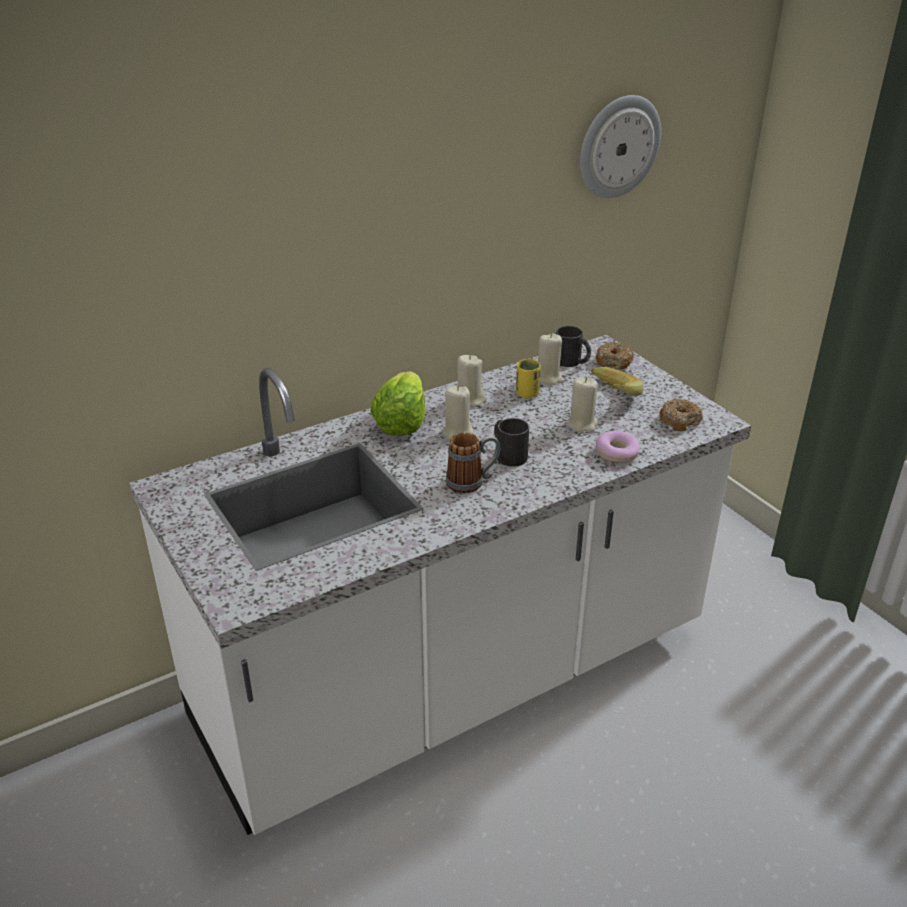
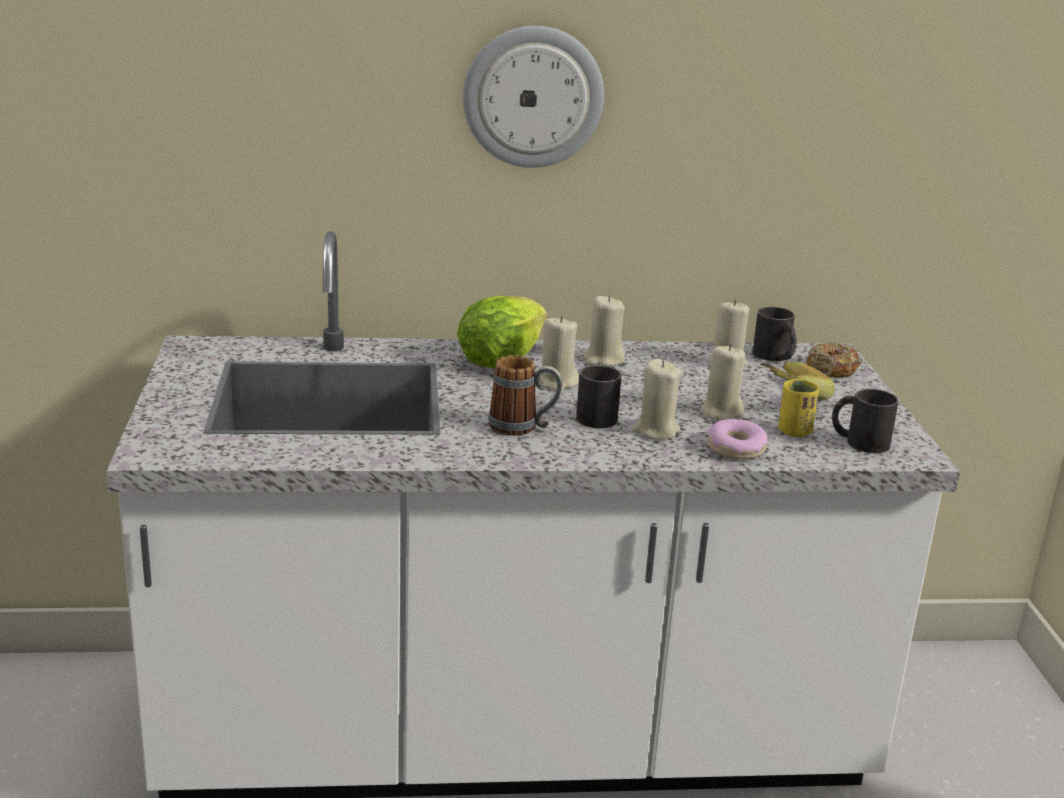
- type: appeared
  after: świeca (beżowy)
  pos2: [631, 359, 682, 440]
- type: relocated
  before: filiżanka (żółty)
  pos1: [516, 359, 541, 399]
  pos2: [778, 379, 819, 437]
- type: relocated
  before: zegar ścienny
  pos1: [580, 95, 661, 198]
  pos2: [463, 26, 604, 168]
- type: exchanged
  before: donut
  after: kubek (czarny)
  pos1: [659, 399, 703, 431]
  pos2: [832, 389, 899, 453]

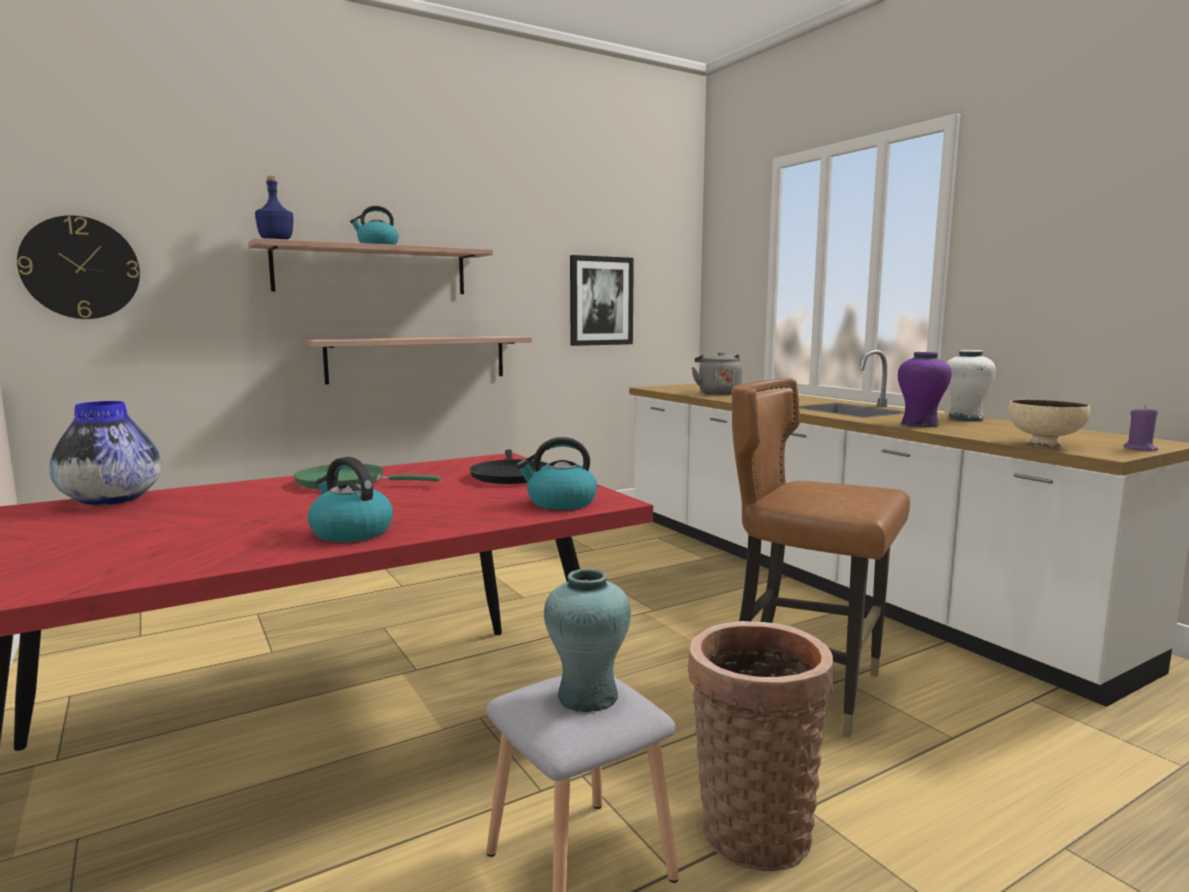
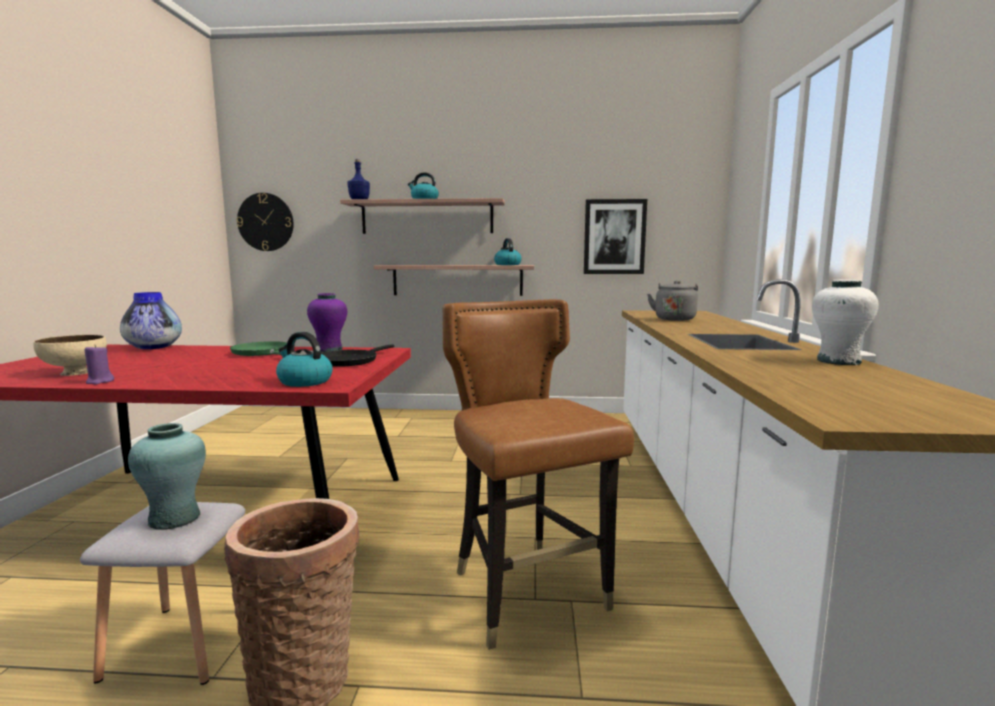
- type: relocated
  before: czajnik
  pos1: [308, 457, 393, 542]
  pos2: [494, 238, 522, 265]
- type: relocated
  before: wazon (fioletowy)
  pos1: [898, 352, 951, 427]
  pos2: [307, 293, 347, 352]
- type: relocated
  before: miska (beżowy)
  pos1: [1008, 399, 1090, 448]
  pos2: [33, 335, 107, 376]
- type: relocated
  before: świeca (fioletowy)
  pos1: [1123, 405, 1158, 451]
  pos2: [85, 345, 114, 385]

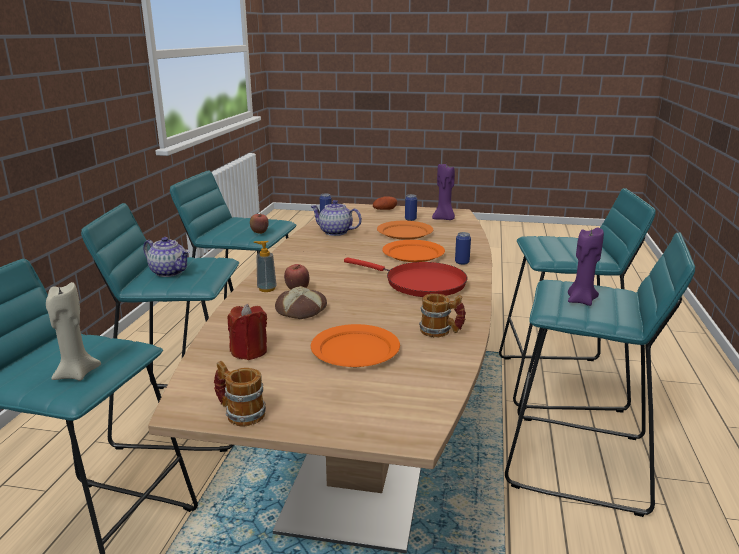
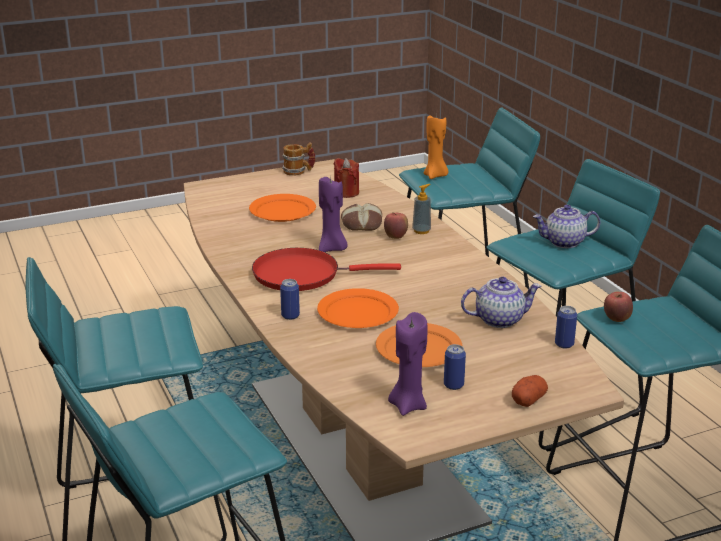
- type: missing
  before: kubek
  pos1: [419, 294, 466, 337]
- type: relocated
  before: świeca (fioletowy)
  pos1: [568, 228, 604, 306]
  pos2: [319, 177, 348, 252]
- type: colour
  before: świeca (beżowy)
  after: świeca (pomarańczowy)
  pos1: [46, 282, 101, 381]
  pos2: [424, 115, 448, 179]

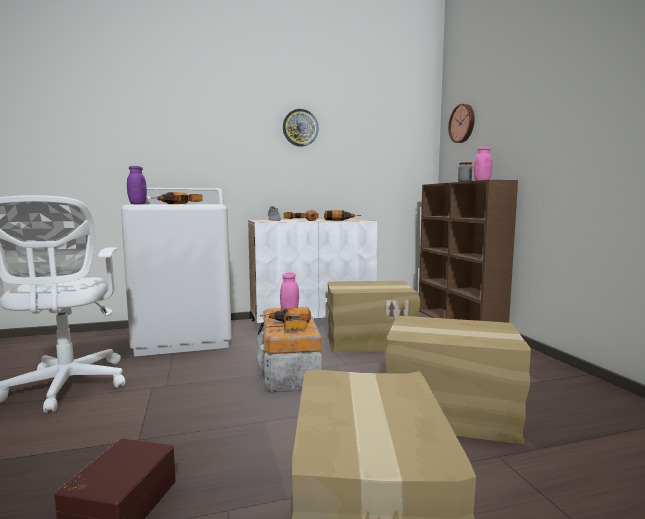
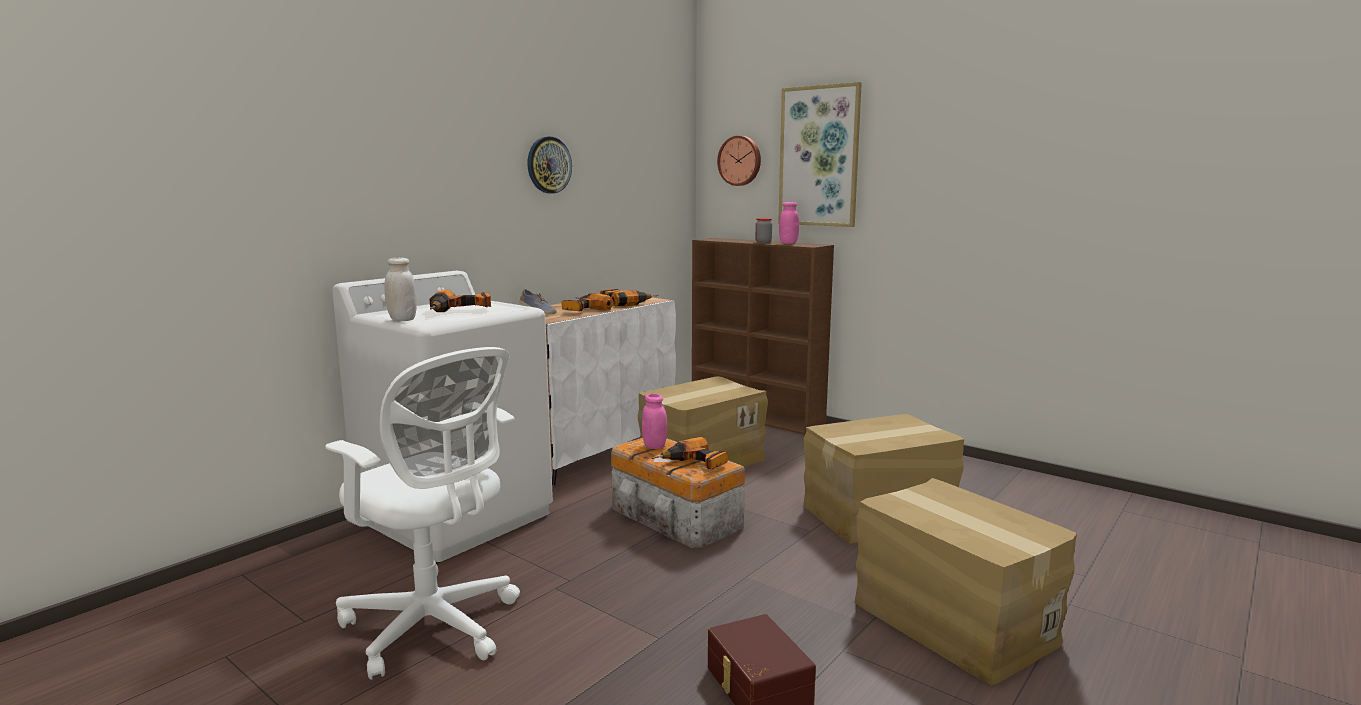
- type: appeared
  after: obraz
  pos2: [778, 82, 862, 227]
- type: colour
  before: słoik (fioletowy)
  after: słoik (biały)
  pos1: [127, 166, 147, 204]
  pos2: [384, 258, 417, 321]

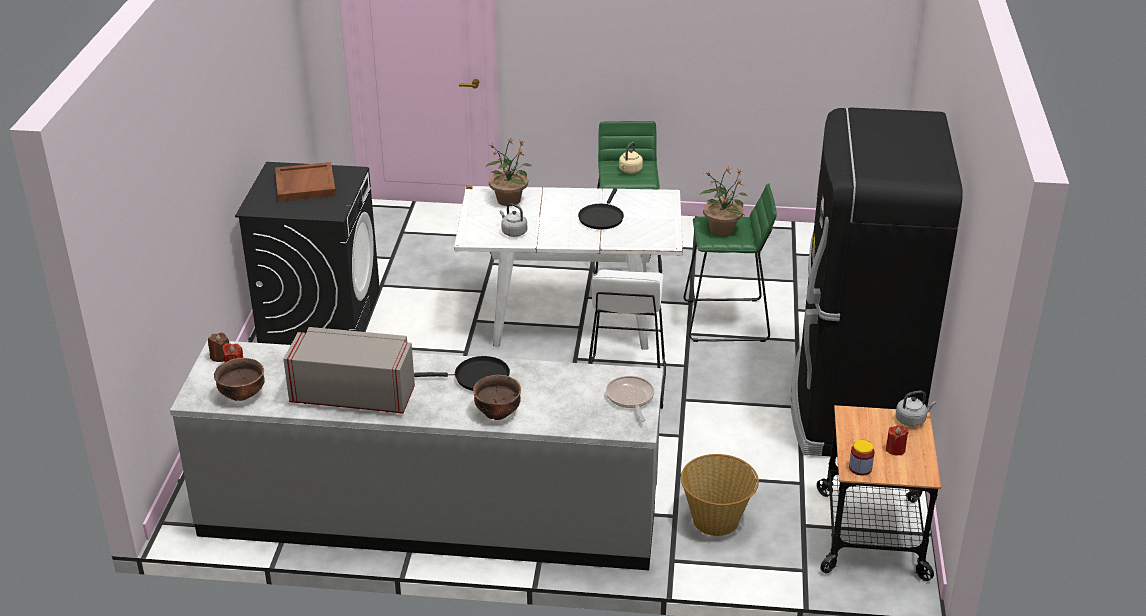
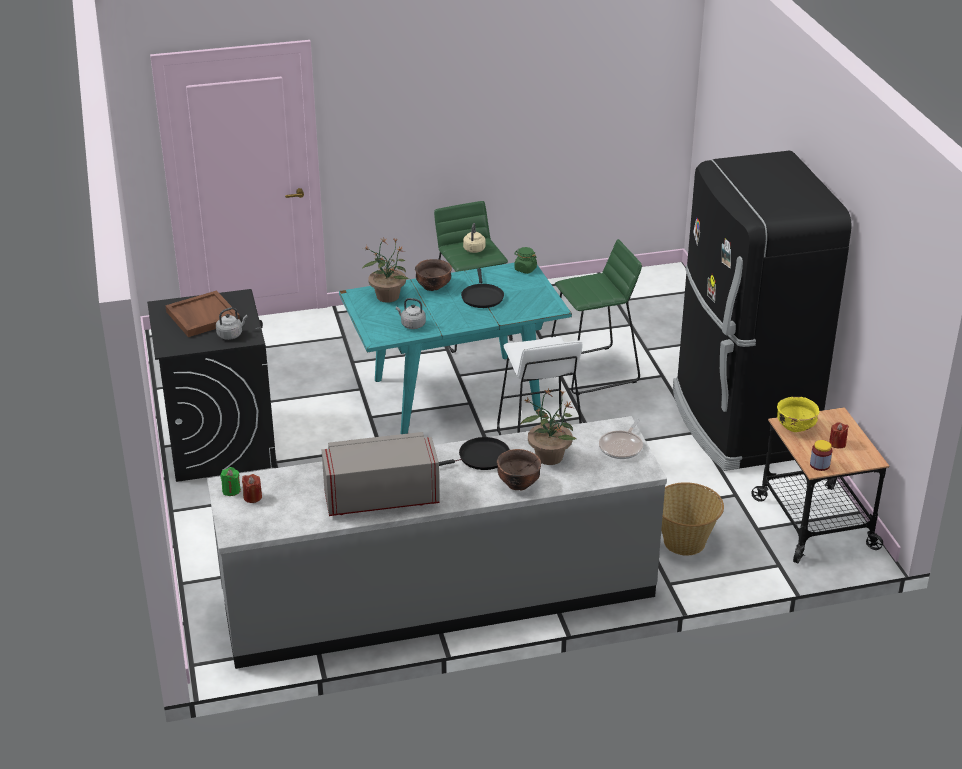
- type: appeared
  after: słoik (zielony)
  pos2: [514, 247, 537, 274]
- type: appeared
  after: miska (żółty)
  pos2: [777, 397, 820, 432]
- type: relocated
  before: miska (brązowy)
  pos1: [214, 358, 265, 401]
  pos2: [415, 259, 452, 291]
- type: relocated
  before: roślina doniczkowa
  pos1: [700, 166, 748, 236]
  pos2: [520, 388, 576, 465]
- type: relocated
  before: czajnik (szary)
  pos1: [896, 391, 936, 427]
  pos2: [216, 307, 248, 340]
- type: colour
  before: świeca (brązowy)
  after: świeca (zielony)
  pos1: [208, 332, 229, 362]
  pos2: [220, 467, 241, 496]
- type: colour
  before: stół jadalny (biały)
  after: stół jadalny (turkusowy)
  pos1: [454, 186, 683, 350]
  pos2: [339, 262, 572, 434]
- type: spun
  before: patelnia
  pos1: [606, 376, 654, 422]
  pos2: [599, 419, 643, 459]
  turn: -120

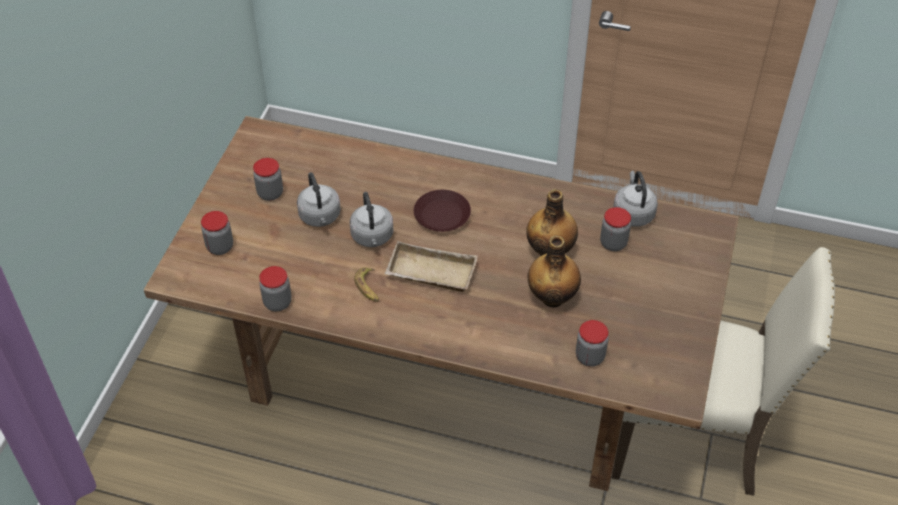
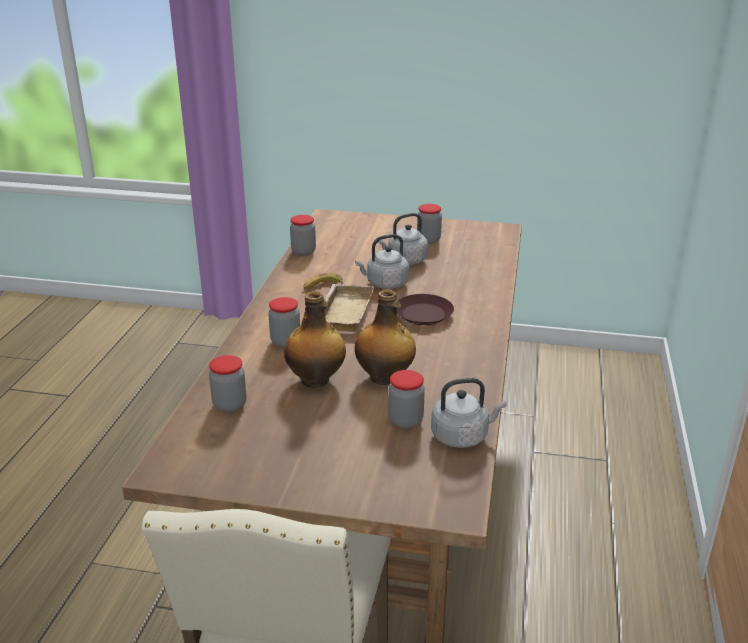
- type: relocated
  before: słoik
  pos1: [201, 211, 233, 255]
  pos2: [268, 297, 300, 348]

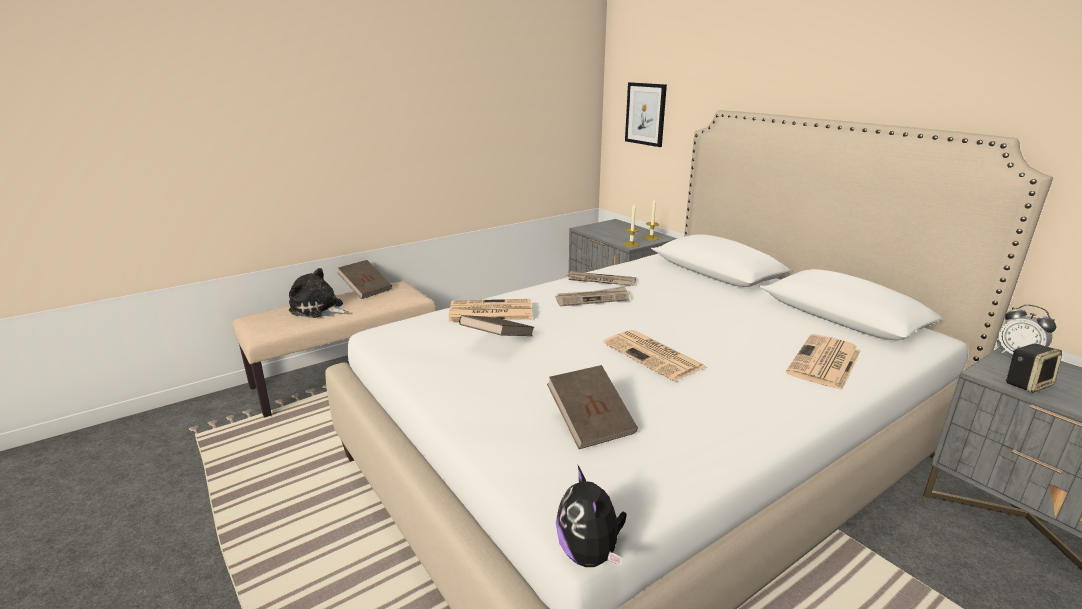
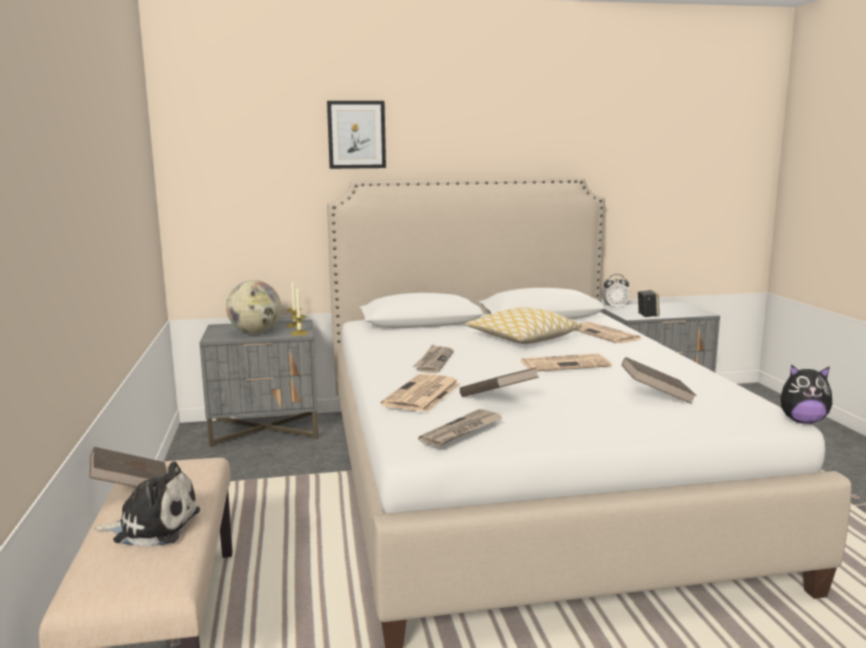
- type: appeared
  after: globus
  pos2: [226, 280, 281, 334]
- type: appeared
  after: poduszka
  pos2: [466, 307, 582, 344]
- type: relocated
  before: gazeta
  pos1: [567, 271, 636, 286]
  pos2: [418, 409, 503, 447]
- type: relocated
  before: obraz
  pos1: [625, 82, 667, 147]
  pos2: [327, 101, 386, 169]
- type: spun
  before: pluszak
  pos1: [289, 268, 349, 318]
  pos2: [93, 461, 200, 548]
  turn: -135

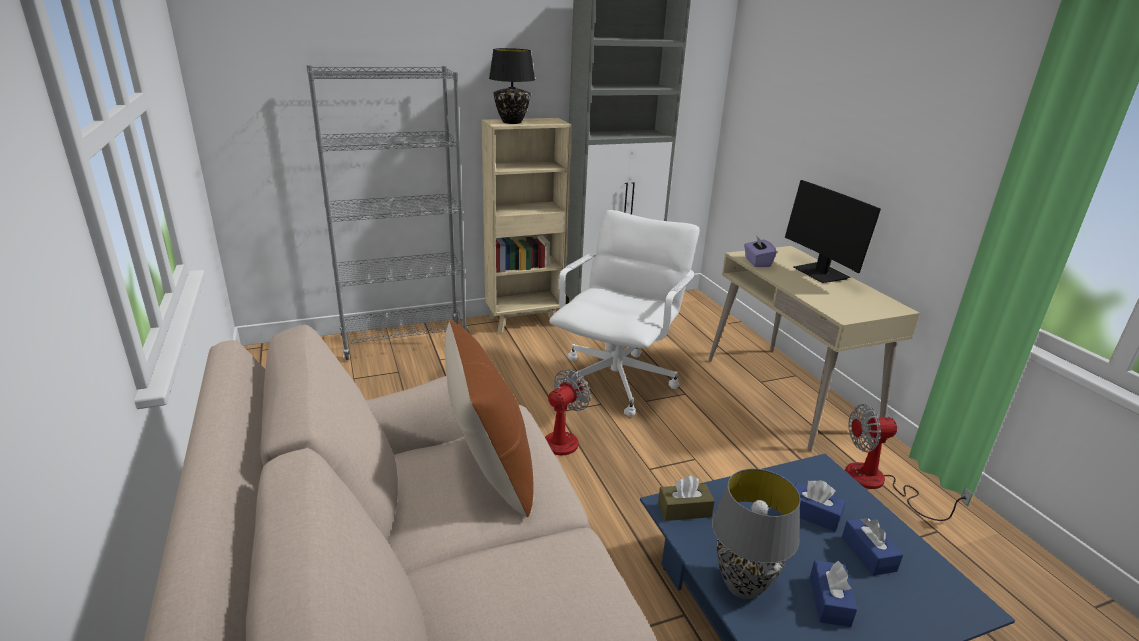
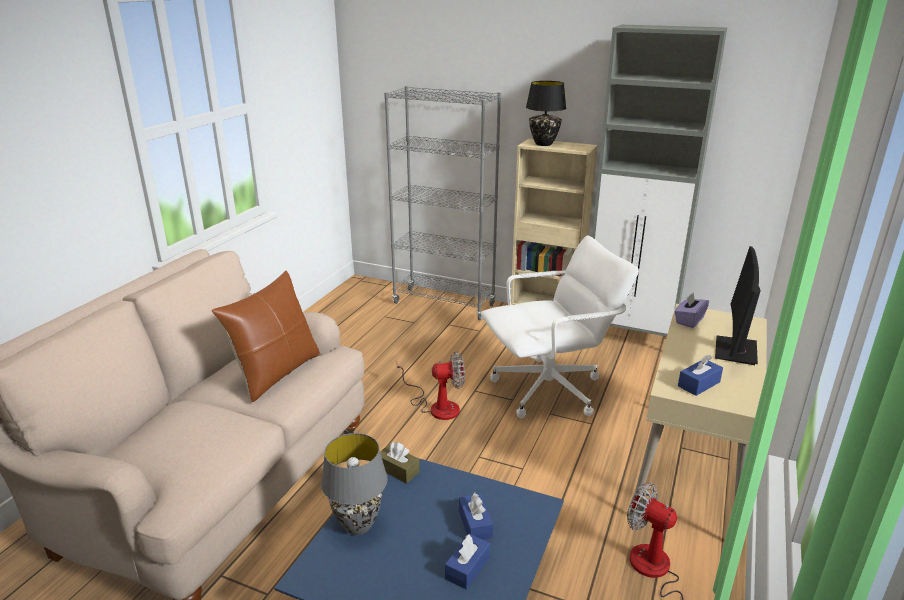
- type: relocated
  before: pudełko chusteczek (niebieski)
  pos1: [810, 560, 857, 627]
  pos2: [678, 355, 723, 396]

